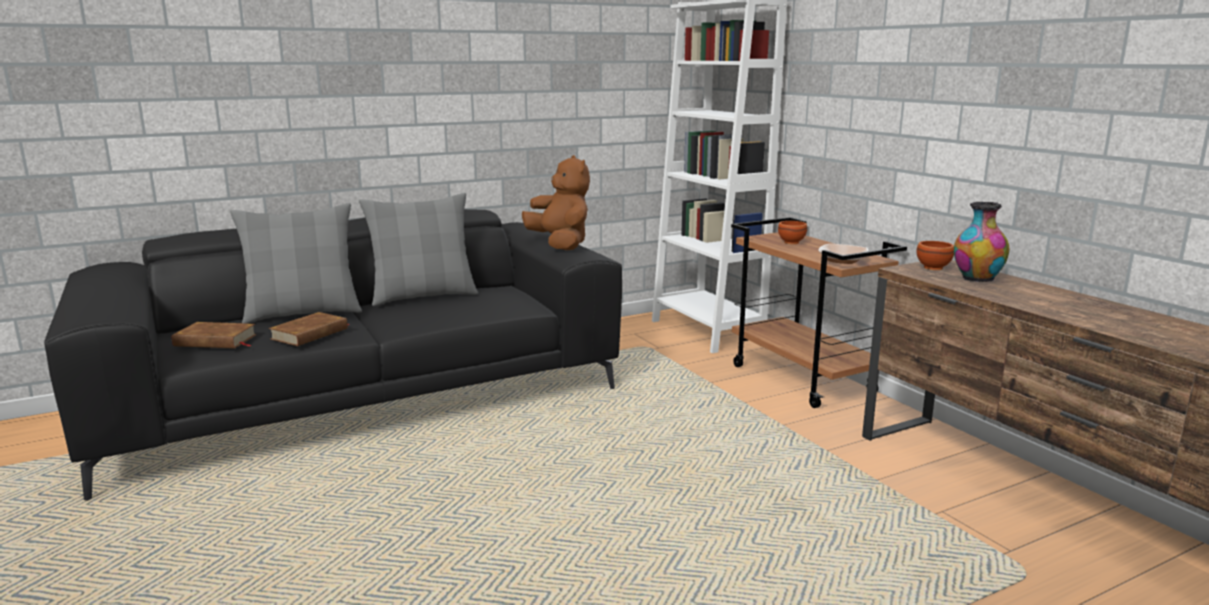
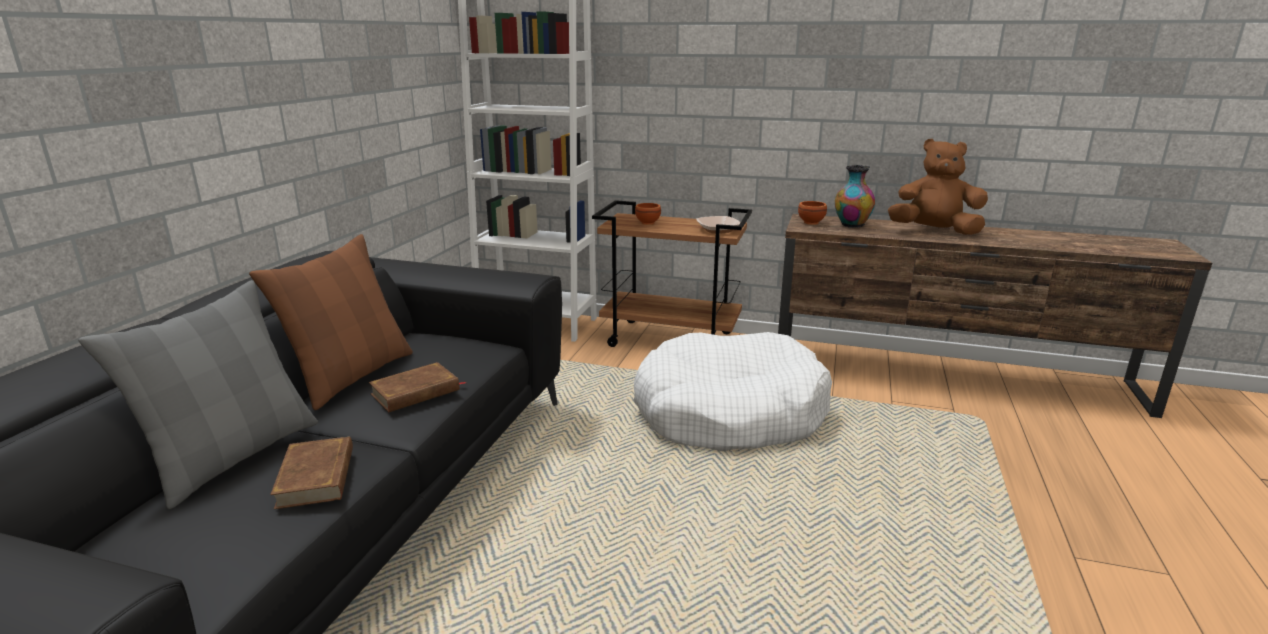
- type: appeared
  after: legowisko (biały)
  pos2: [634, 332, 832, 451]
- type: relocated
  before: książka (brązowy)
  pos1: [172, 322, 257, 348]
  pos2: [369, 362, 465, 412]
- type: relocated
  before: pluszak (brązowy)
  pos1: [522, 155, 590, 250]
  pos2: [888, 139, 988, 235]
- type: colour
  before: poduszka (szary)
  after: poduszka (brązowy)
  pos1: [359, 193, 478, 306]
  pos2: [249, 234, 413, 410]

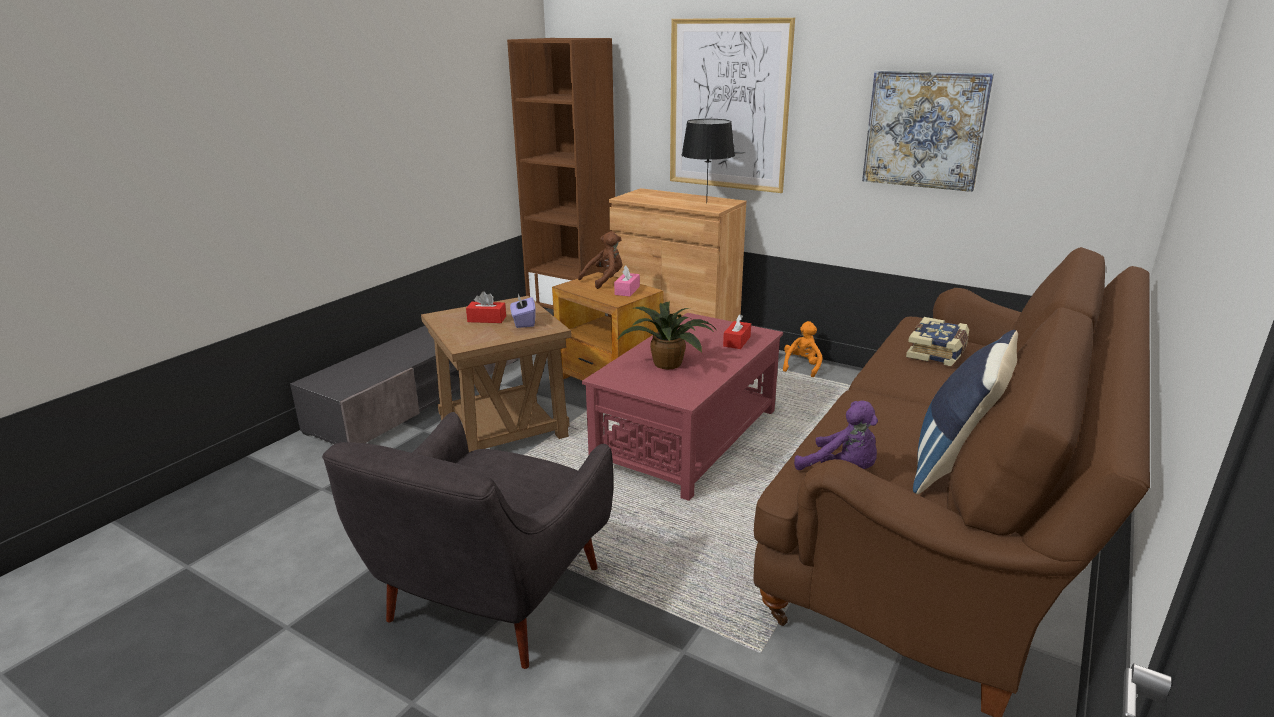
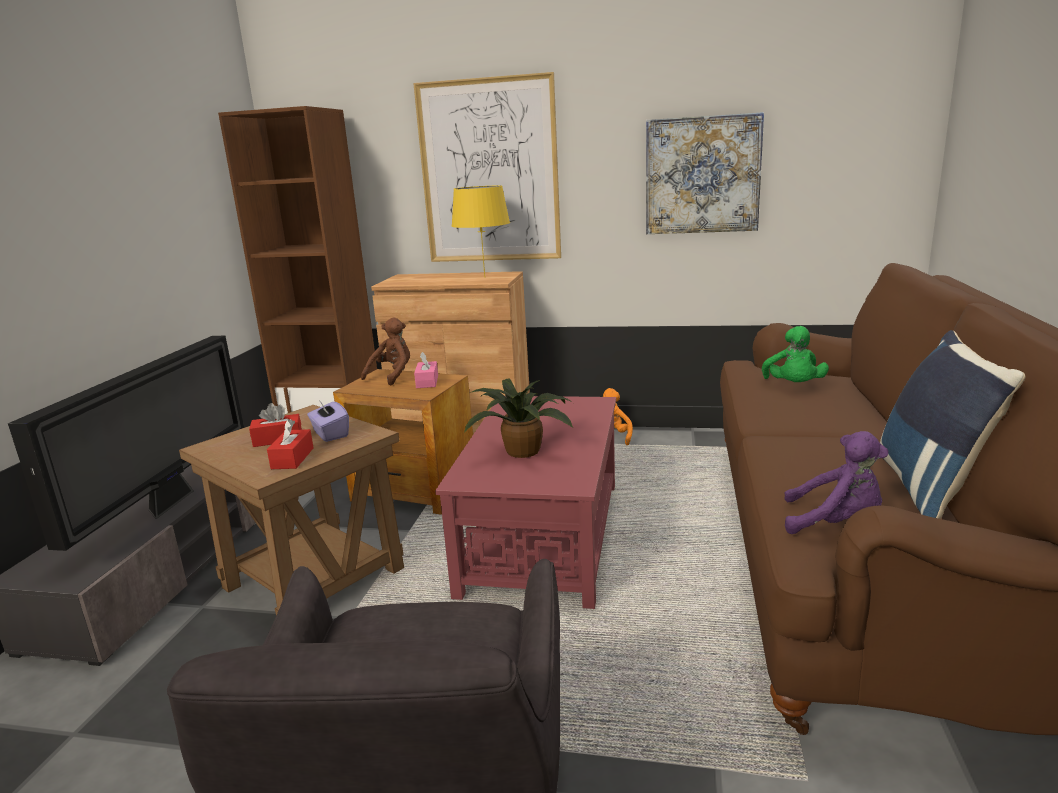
- type: appeared
  after: telewizor
  pos2: [8, 336, 244, 551]
- type: relocated
  before: pudełko chusteczek (czerwony)
  pos1: [723, 314, 751, 349]
  pos2: [267, 419, 314, 469]
- type: exchanged
  before: książka
  after: pluszak (zielony)
  pos1: [906, 317, 969, 366]
  pos2: [762, 326, 829, 382]
- type: colour
  before: lampa stołowa (czarny)
  after: lampa stołowa (żółty)
  pos1: [682, 119, 735, 203]
  pos2: [451, 186, 510, 278]

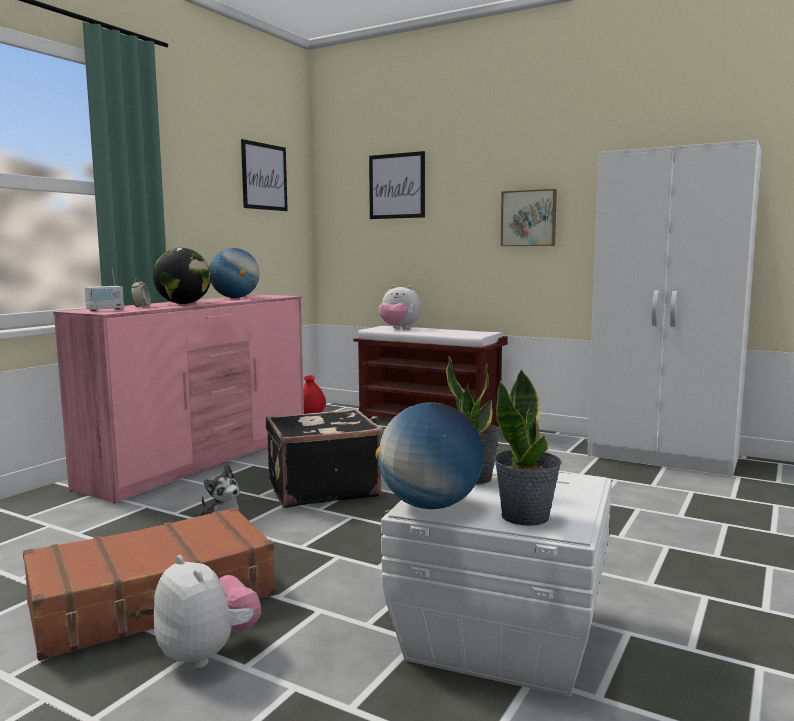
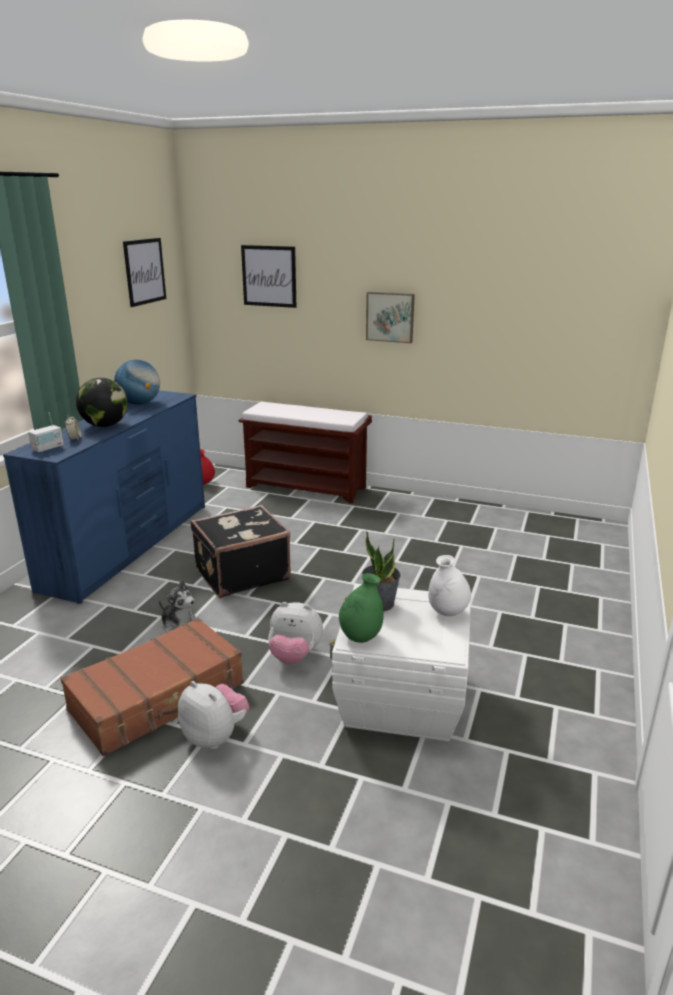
- type: missing
  before: roślina doniczkowa
  pos1: [494, 369, 562, 526]
- type: missing
  before: szafa (biały)
  pos1: [587, 140, 762, 477]
- type: appeared
  after: wazon (biały)
  pos2: [428, 555, 471, 616]
- type: relocated
  before: pluszak
  pos1: [379, 285, 421, 329]
  pos2: [268, 602, 323, 664]
- type: exchanged
  before: globus
  after: wazon (zielony)
  pos1: [375, 402, 484, 509]
  pos2: [339, 573, 384, 643]
- type: colour
  before: komoda (różowy)
  after: komoda (niebieski)
  pos1: [53, 295, 304, 503]
  pos2: [3, 390, 205, 604]

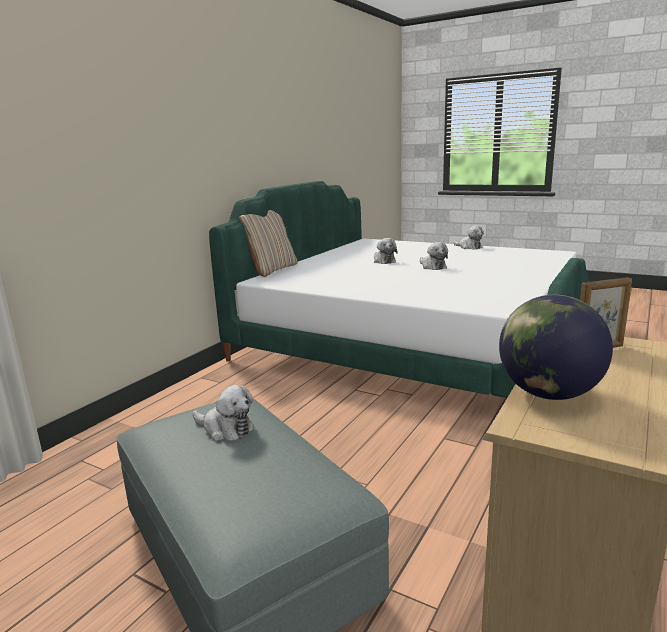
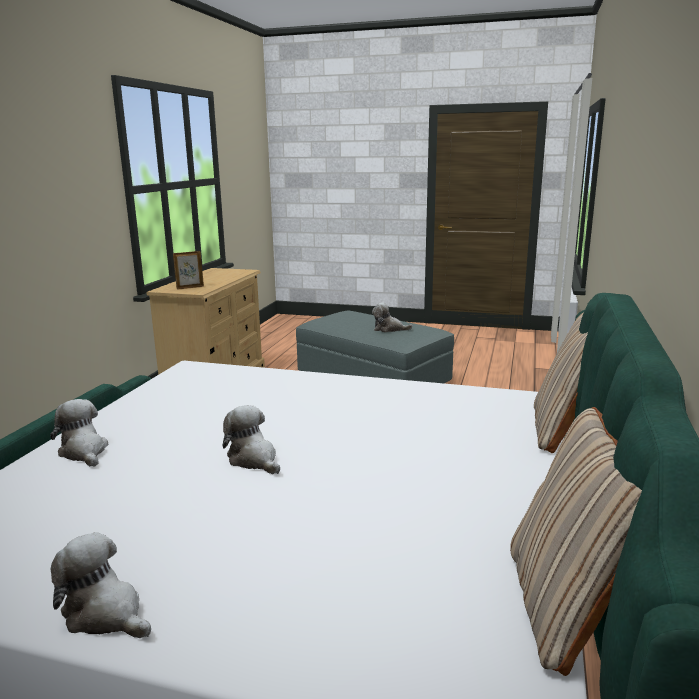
- type: missing
  before: globus
  pos1: [499, 295, 613, 400]
- type: appeared
  after: poduszka (beżowy)
  pos2: [510, 407, 642, 676]
- type: relocated
  before: pluszak
  pos1: [374, 238, 398, 264]
  pos2: [50, 399, 108, 467]

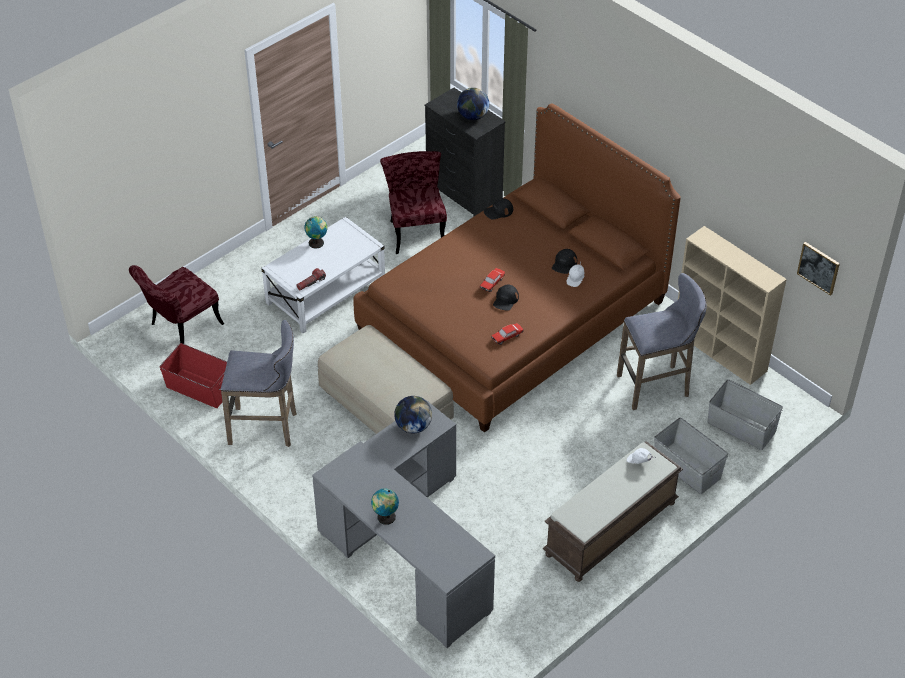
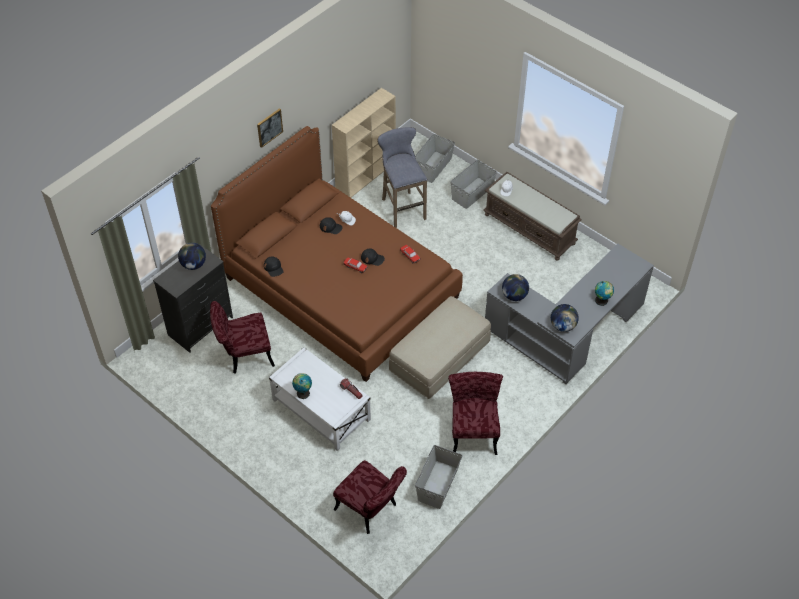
- type: appeared
  after: globus
  pos2: [551, 304, 579, 332]
- type: relocated
  before: obraz
  pos1: [797, 242, 840, 296]
  pos2: [257, 108, 283, 148]
- type: exchanged
  before: stołek (szary)
  after: krzesło (czerwony)
  pos1: [221, 320, 297, 447]
  pos2: [448, 372, 503, 455]
- type: colour
  before: pojemnik do przechowywania (czerwony)
  after: pojemnik do przechowywania (szary)
  pos1: [159, 343, 227, 408]
  pos2: [415, 445, 463, 509]

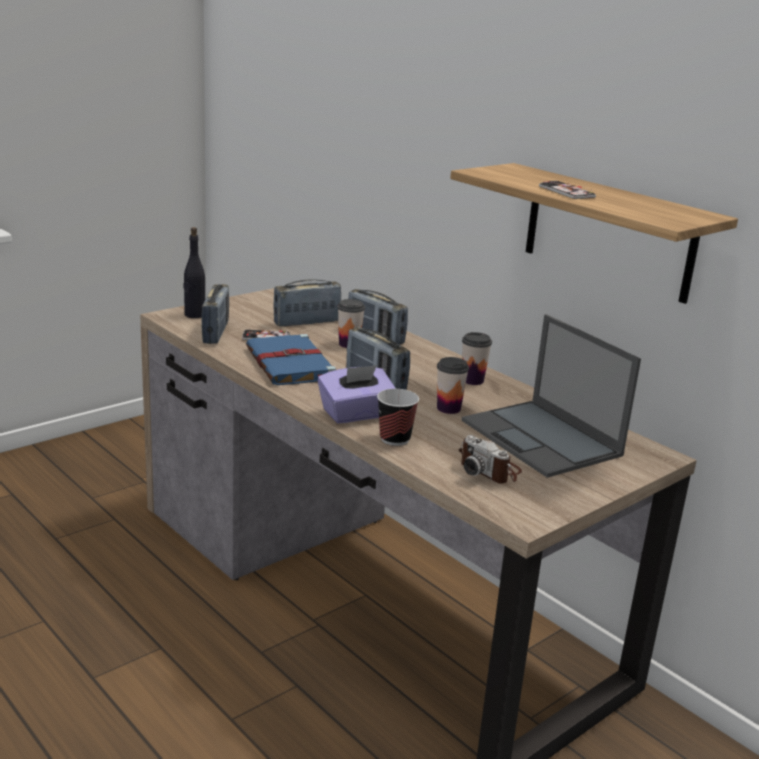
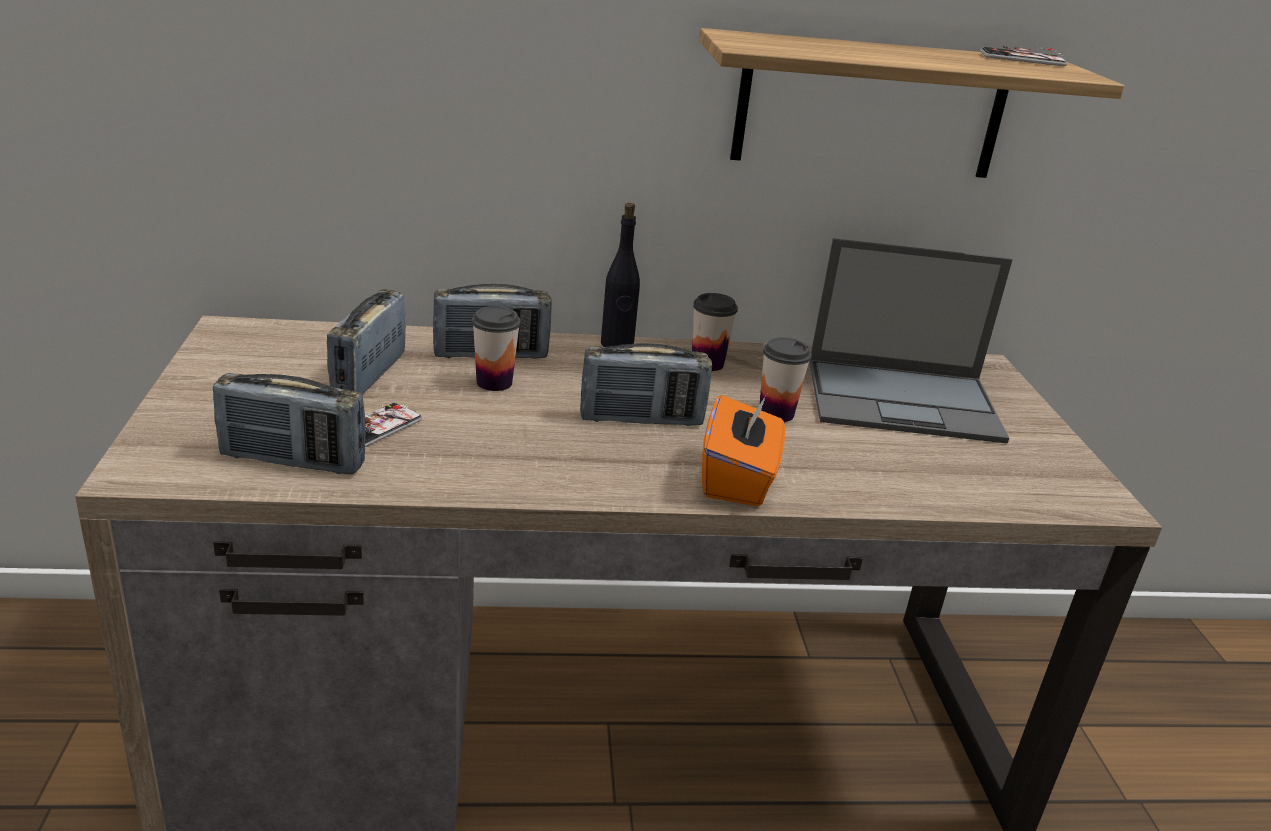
- type: missing
  before: książka (niebieski)
  pos1: [246, 334, 336, 385]
- type: missing
  before: filiżanka
  pos1: [377, 389, 419, 446]
- type: missing
  before: aparat fotograficzny
  pos1: [459, 435, 522, 483]
- type: relocated
  before: butelka (czarny)
  pos1: [183, 227, 205, 318]
  pos2: [601, 203, 640, 348]
- type: relocated
  before: telefon
  pos1: [539, 180, 596, 199]
  pos2: [980, 45, 1067, 66]
- type: colour
  before: pudełko chusteczek (fioletowy)
  after: pudełko chusteczek (pomarańczowy)
  pos1: [318, 365, 396, 423]
  pos2: [702, 394, 785, 506]
- type: spun
  before: radio
  pos1: [201, 284, 229, 344]
  pos2: [213, 373, 366, 474]
  turn: 150

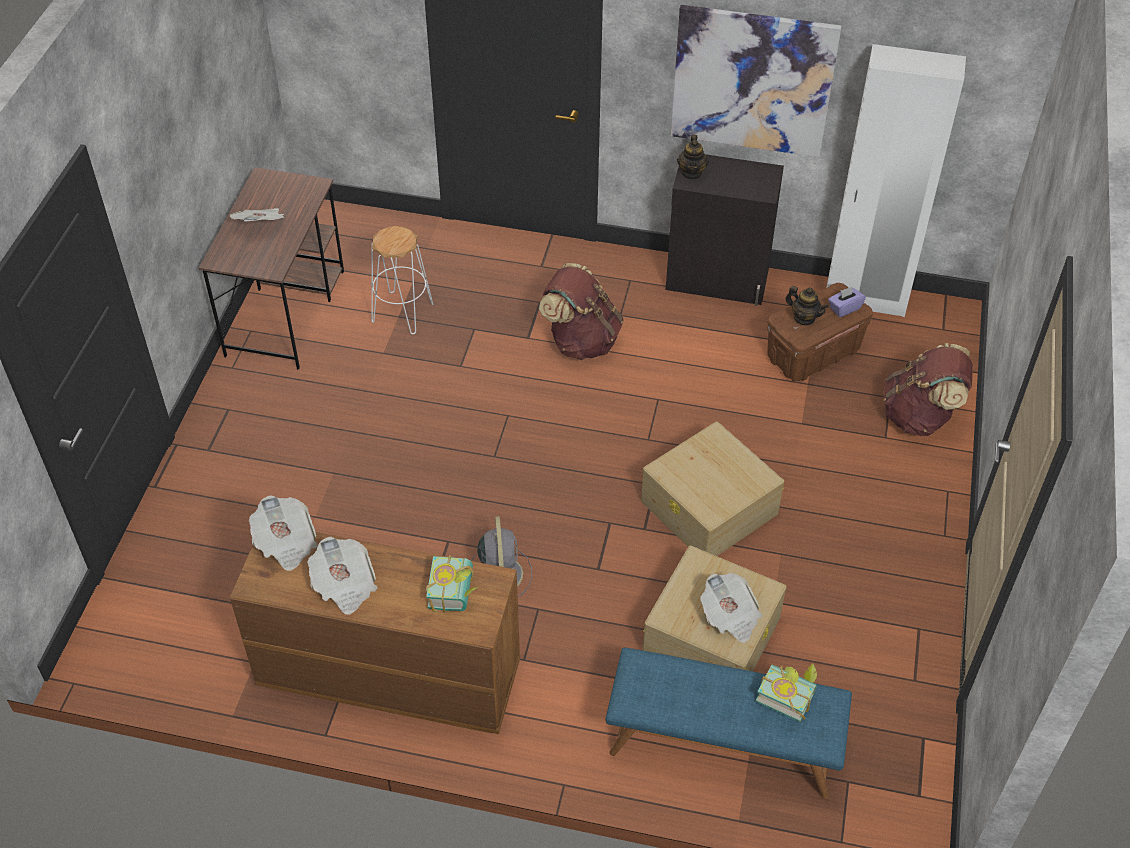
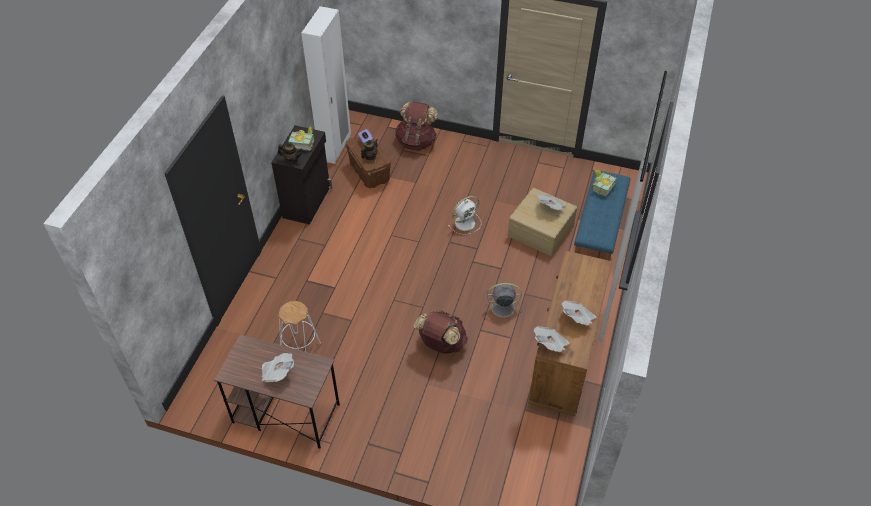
- type: missing
  before: obraz
  pos1: [671, 5, 842, 157]
- type: relocated
  before: książka
  pos1: [426, 555, 478, 613]
  pos2: [288, 126, 314, 151]
- type: relocated
  before: plecak (brązowy)
  pos1: [539, 263, 624, 360]
  pos2: [414, 310, 468, 353]
- type: exchanged
  before: pojemnik do przechowywania (beżowy)
  after: wentylator (biały)
  pos1: [641, 422, 784, 556]
  pos2: [448, 196, 481, 235]

